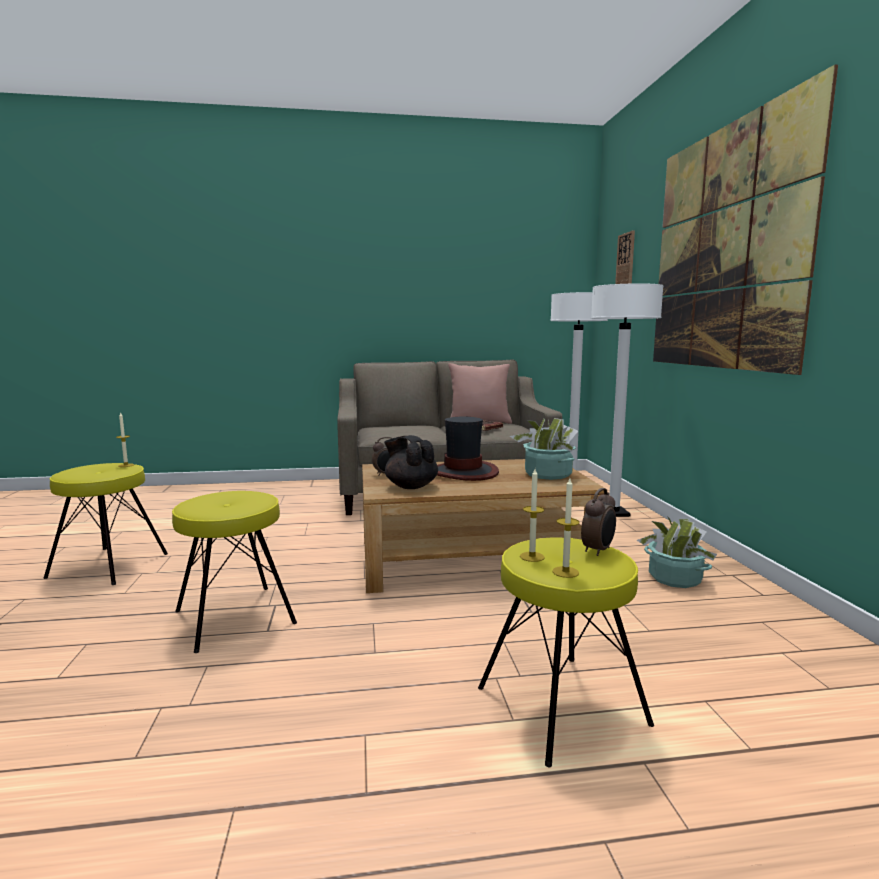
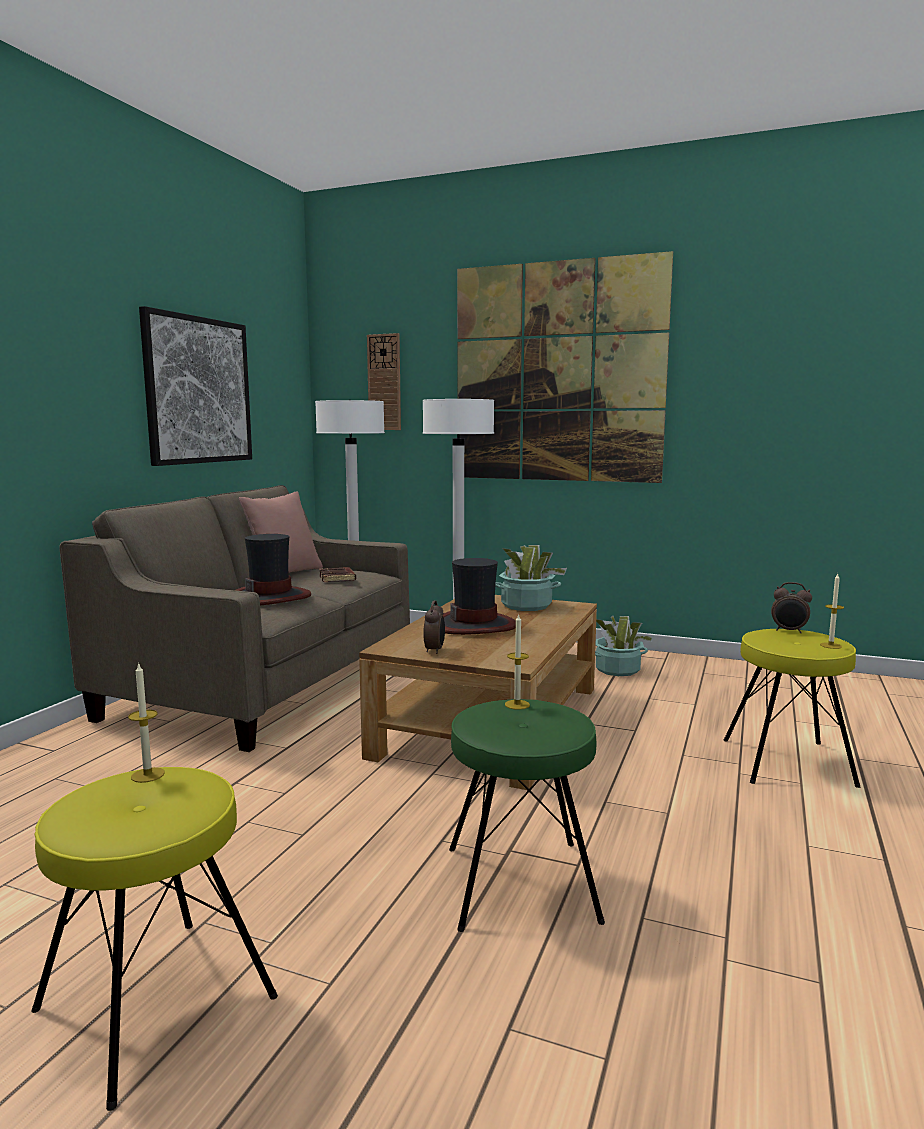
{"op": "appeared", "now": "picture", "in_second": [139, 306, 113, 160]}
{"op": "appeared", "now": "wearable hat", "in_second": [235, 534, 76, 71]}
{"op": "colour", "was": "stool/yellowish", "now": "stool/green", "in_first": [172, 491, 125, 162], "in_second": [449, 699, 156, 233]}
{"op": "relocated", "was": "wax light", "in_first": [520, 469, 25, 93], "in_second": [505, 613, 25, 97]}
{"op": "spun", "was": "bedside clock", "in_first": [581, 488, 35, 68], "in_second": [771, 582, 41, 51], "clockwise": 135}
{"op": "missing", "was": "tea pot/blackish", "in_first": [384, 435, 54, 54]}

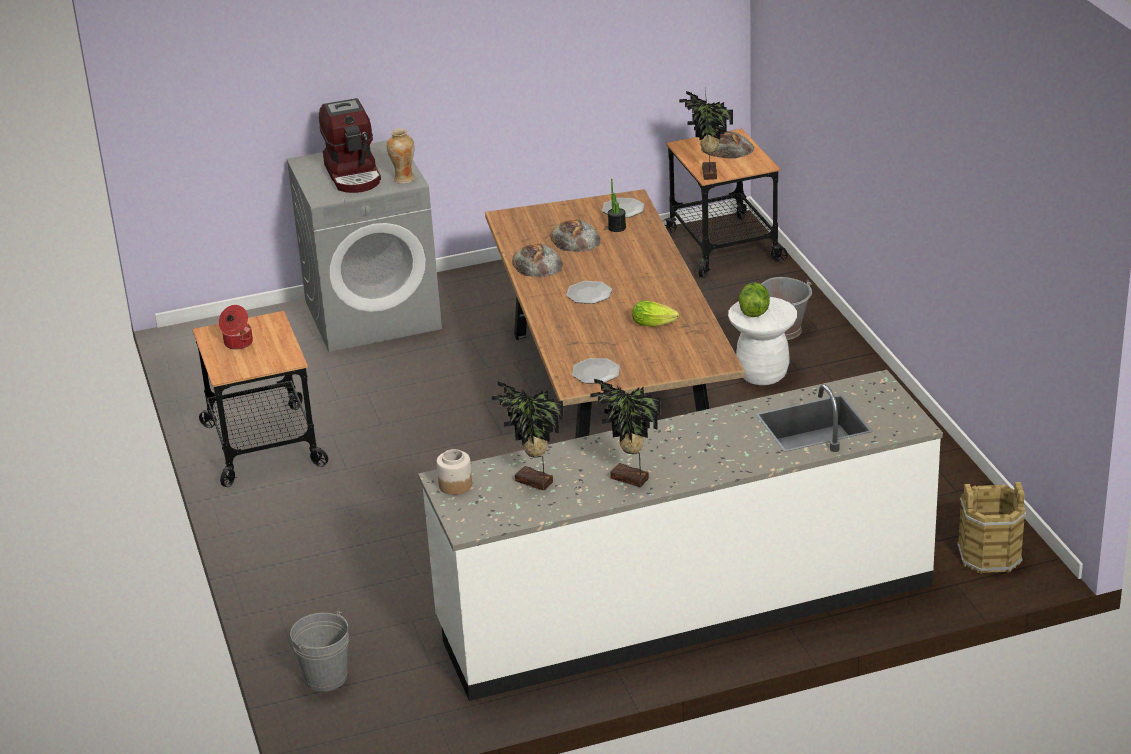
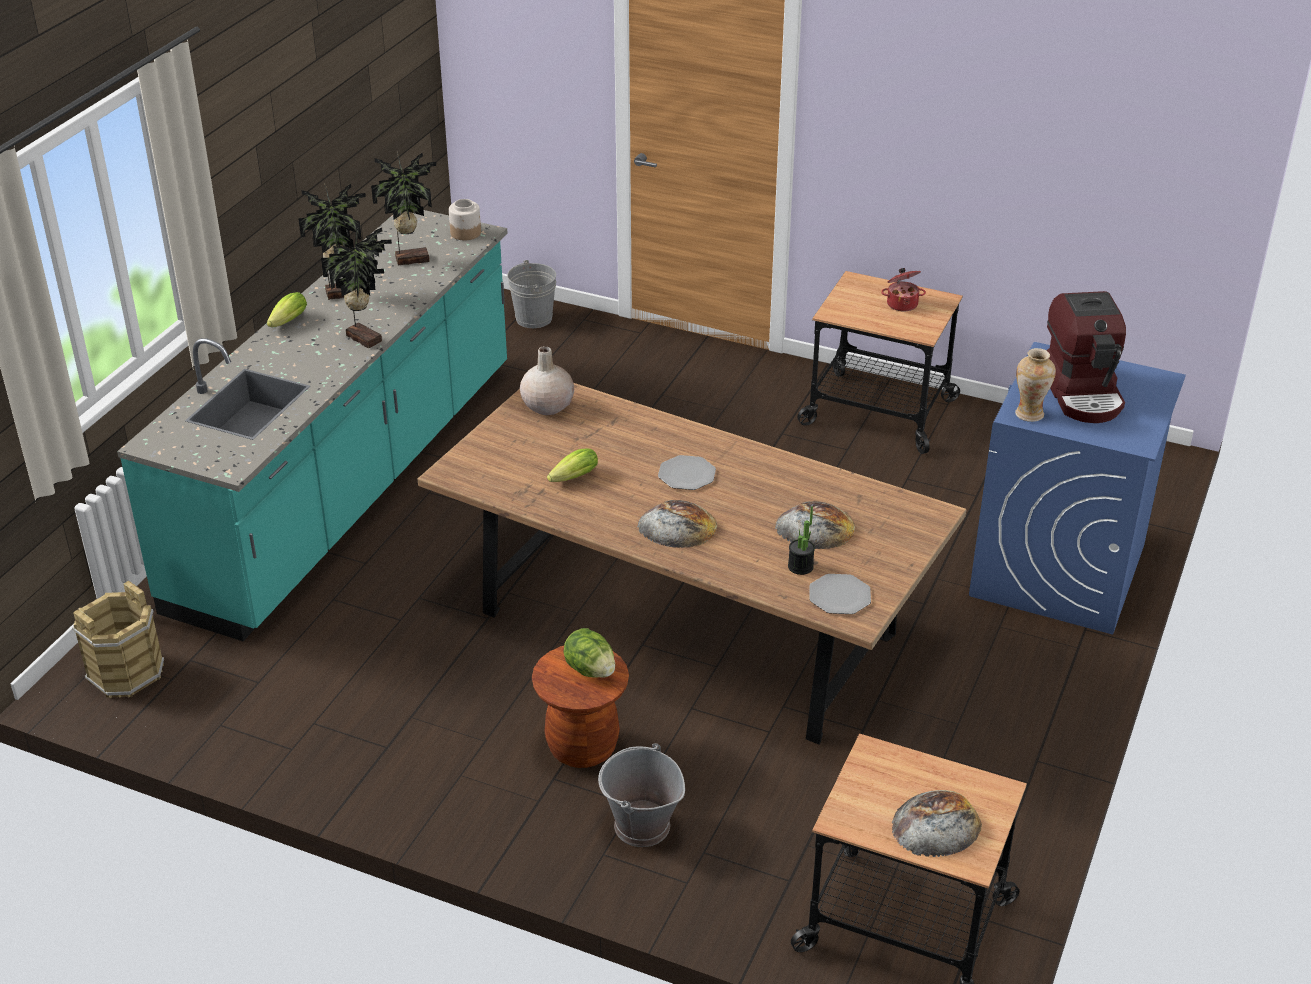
{"op": "colour", "was": "counter/whitish", "now": "counter/turquoise", "in_first": [418, 369, 525, 332], "in_second": [117, 210, 391, 431]}
{"op": "appeared", "now": "lettuce", "in_second": [267, 292, 40, 35]}
{"op": "relocated", "was": "plant in a pot", "in_first": [679, 90, 54, 90], "in_second": [321, 226, 71, 122]}
{"op": "exchanged", "was": "plate", "now": "flower vase/beige-coloured", "in_first": [572, 358, 48, 26], "in_second": [520, 346, 54, 69]}
{"op": "colour", "was": "stool/whitish", "now": "stool/brown-coloured", "in_first": [728, 297, 69, 88], "in_second": [532, 646, 97, 122]}
{"op": "relocated", "was": "bread", "in_first": [512, 244, 51, 34], "in_second": [637, 500, 80, 48]}
{"op": "colour", "was": "laundry appliance/grey", "now": "laundry appliance/blue", "in_first": [286, 140, 156, 212], "in_second": [969, 342, 217, 293]}
{"op": "spun", "was": "coffee maker", "in_first": [319, 98, 62, 95], "in_second": [1046, 291, 80, 132], "clockwise": -120}

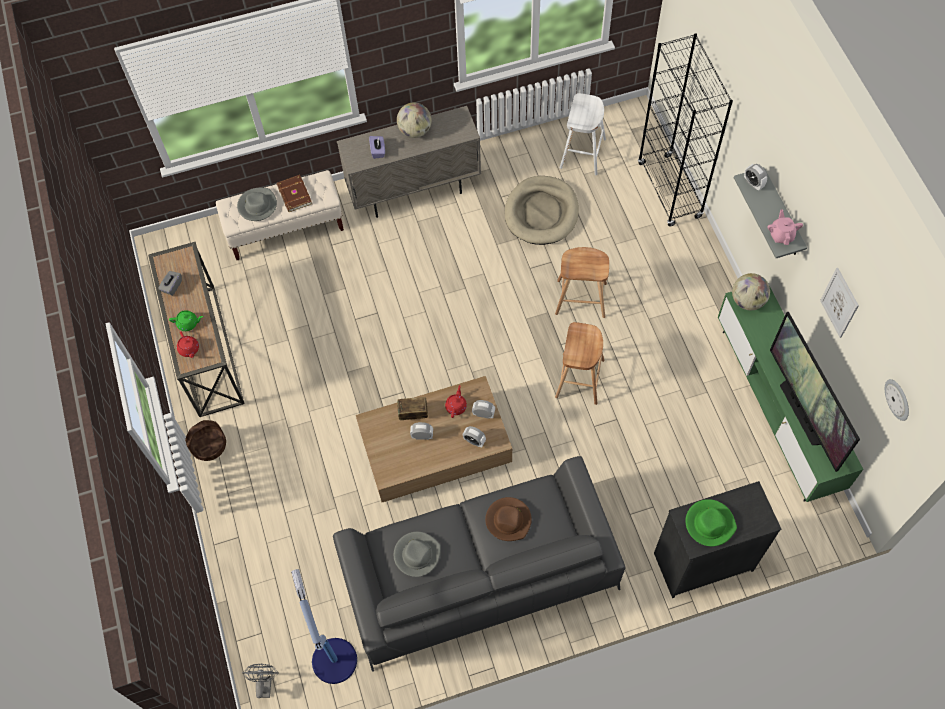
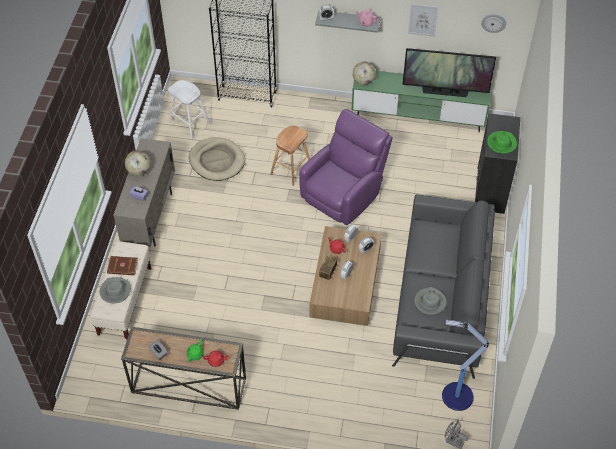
{"op": "exchanged", "was": "stool/brown-coloured", "now": "lounge chair/purple-coloured", "in_first": [555, 322, 49, 83], "in_second": [299, 109, 94, 116]}
{"op": "missing", "was": "basket", "in_first": [185, 420, 41, 41]}
{"op": "missing", "was": "wearable hat/brown-coloured", "in_first": [485, 497, 47, 44]}

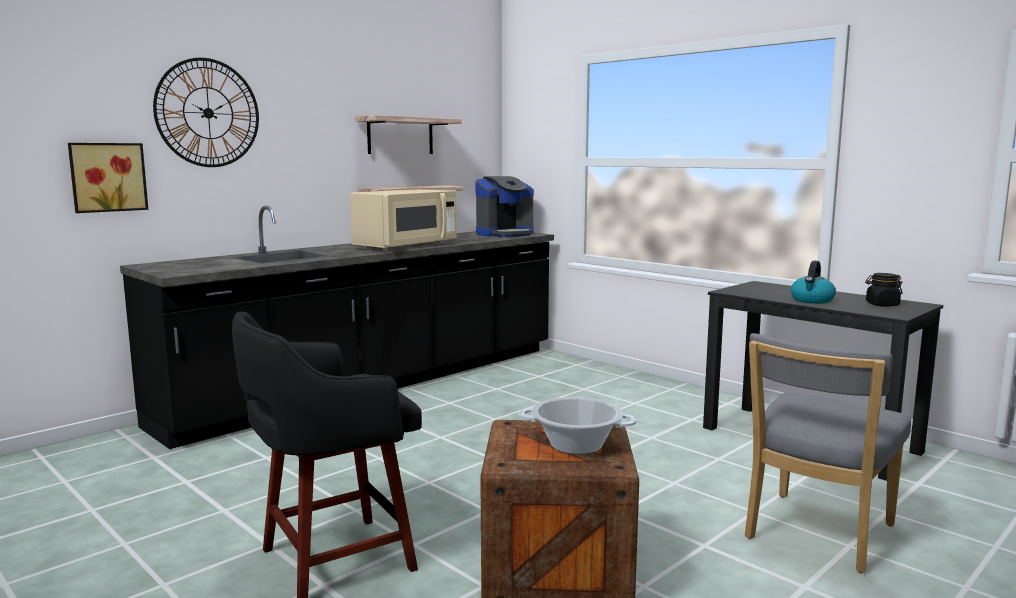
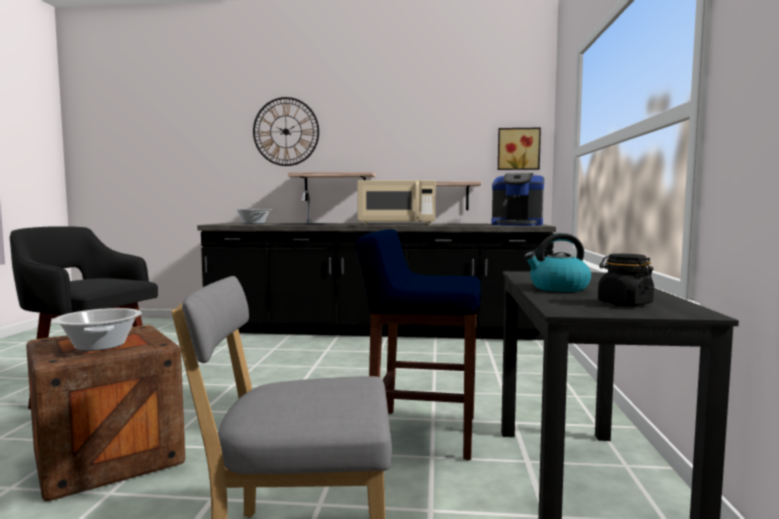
{"op": "appeared", "now": "saucepot", "in_second": [234, 209, 38, 15]}
{"op": "relocated", "was": "bracket shelf", "in_first": [355, 115, 107, 39], "in_second": [288, 172, 88, 29]}
{"op": "appeared", "now": "stool/blue", "in_second": [356, 229, 125, 231]}
{"op": "relocated", "was": "picture", "in_first": [68, 143, 80, 70], "in_second": [498, 128, 43, 42]}

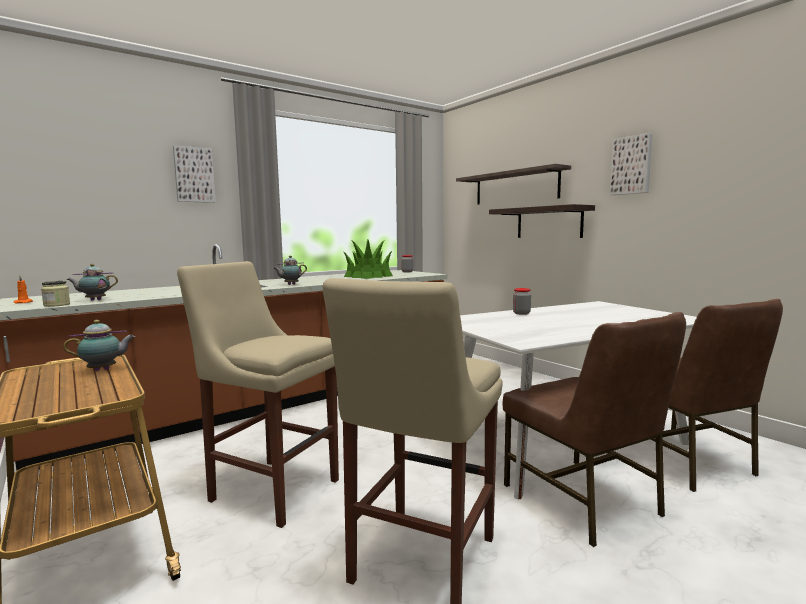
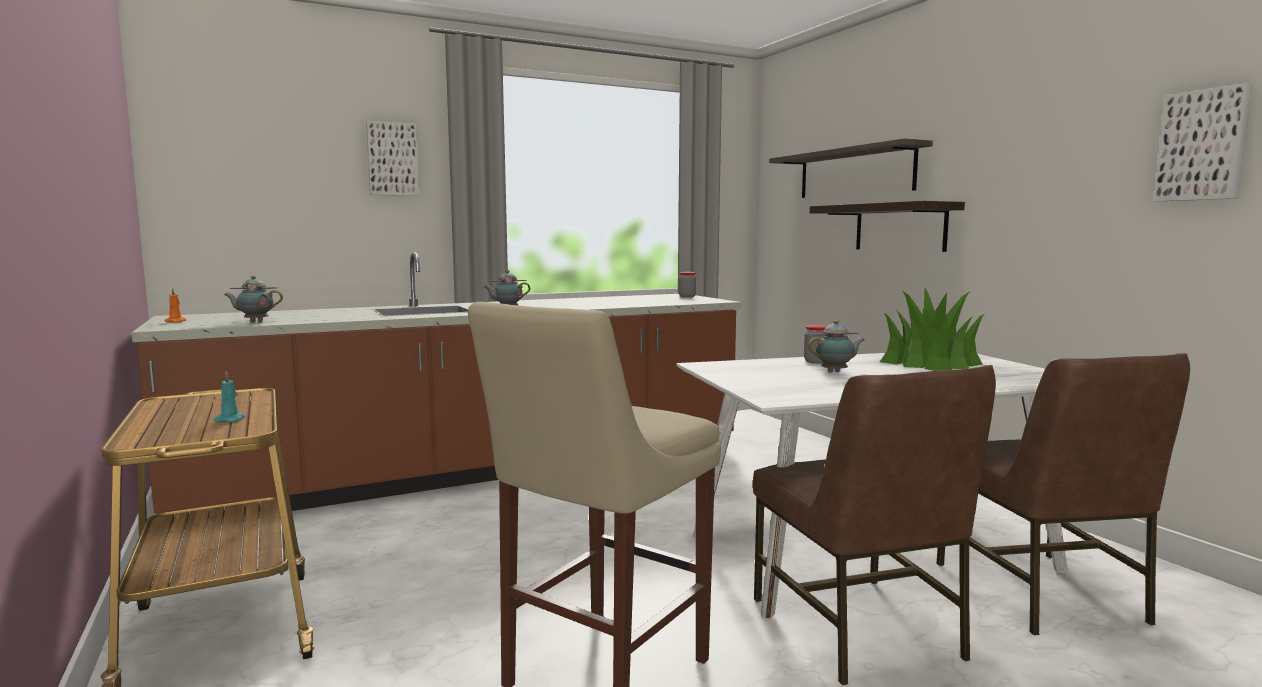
{"op": "appeared", "now": "wax light/turquoise", "in_second": [214, 371, 31, 52]}
{"op": "relocated", "was": "tea pot", "in_first": [63, 320, 72, 51], "in_second": [808, 320, 57, 53]}
{"op": "relocated", "was": "plant in a pot", "in_first": [344, 239, 49, 40], "in_second": [880, 287, 104, 84]}
{"op": "relocated", "was": "picture", "in_first": [610, 133, 42, 62], "in_second": [1154, 83, 99, 118]}
{"op": "missing", "was": "preserve jar", "in_first": [41, 281, 29, 26]}
{"op": "missing", "was": "stool/beige-coloured", "in_first": [177, 261, 162, 267]}

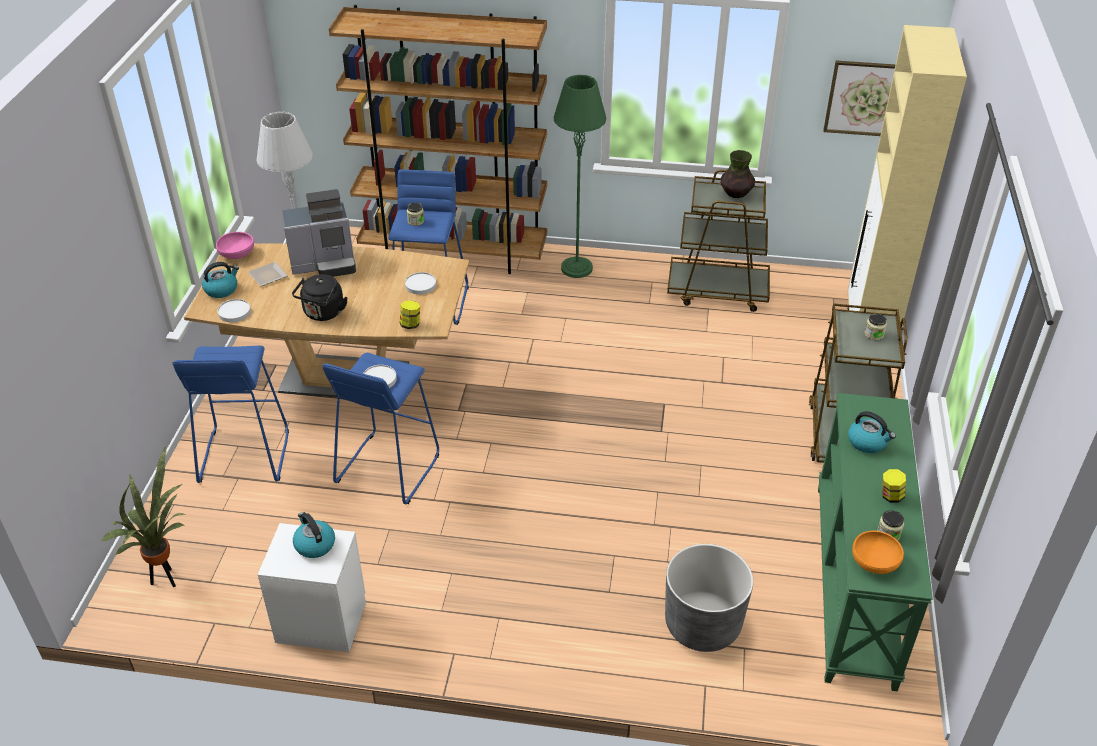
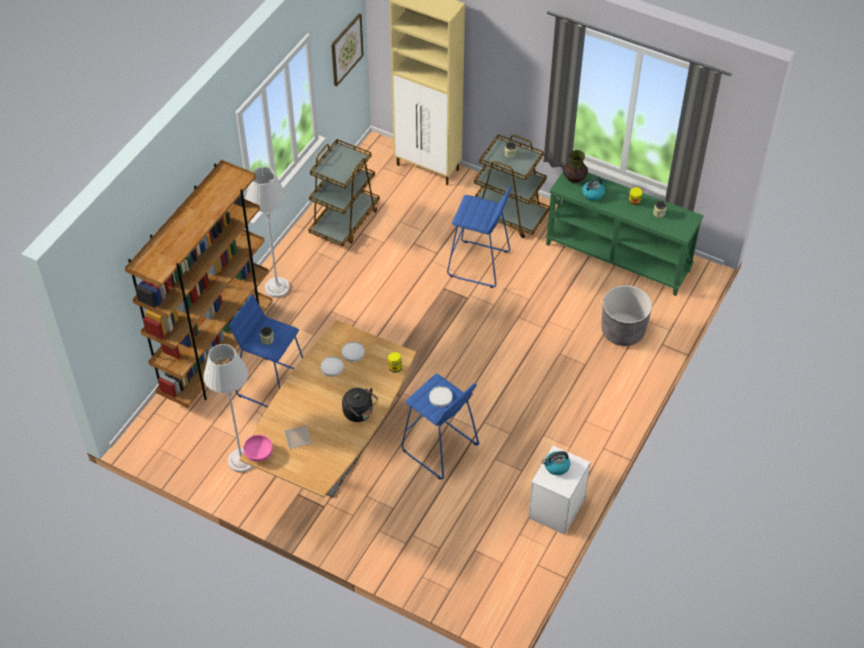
{"op": "colour", "was": "standard lamp/green", "now": "standard lamp/grey", "in_first": [553, 75, 53, 203], "in_second": [245, 167, 45, 131]}
{"op": "relocated", "was": "plate/whitish", "in_first": [217, 299, 34, 23], "in_second": [321, 356, 23, 21]}
{"op": "relocated", "was": "stool/blue", "in_first": [172, 345, 117, 138], "in_second": [447, 186, 64, 102]}
{"op": "relocated", "was": "flower vase", "in_first": [721, 150, 34, 48], "in_second": [563, 150, 25, 33]}
{"op": "missing", "was": "plant in a pot", "in_first": [101, 446, 84, 141]}
{"op": "missing", "was": "water kettle", "in_first": [202, 262, 37, 36]}
{"op": "missing", "was": "coffee maker", "in_first": [282, 189, 74, 88]}
{"op": "missing", "was": "deep dish/orange-coloured", "in_first": [852, 530, 52, 44]}

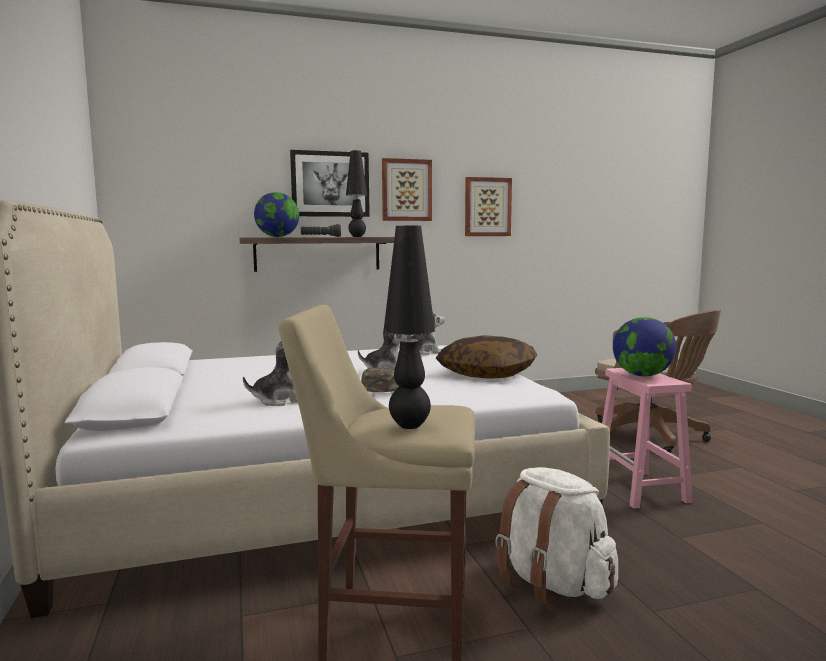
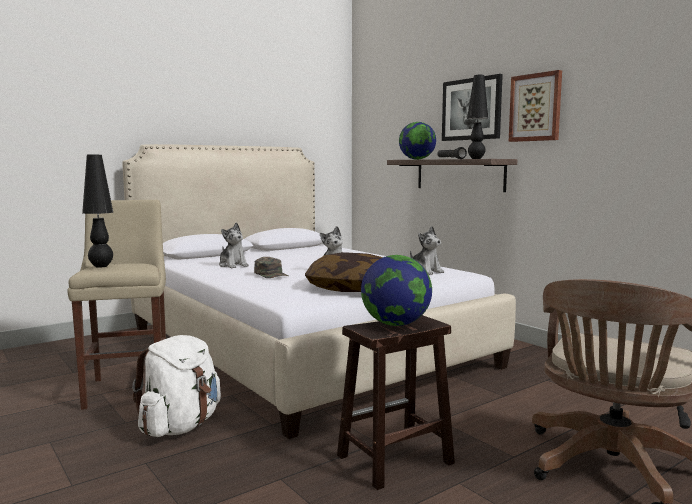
{"op": "colour", "was": "stool/pink-coloured", "now": "stool/brown-coloured", "in_first": [602, 368, 90, 141], "in_second": [337, 315, 118, 175]}
{"op": "missing", "was": "picture", "in_first": [465, 177, 47, 59]}

